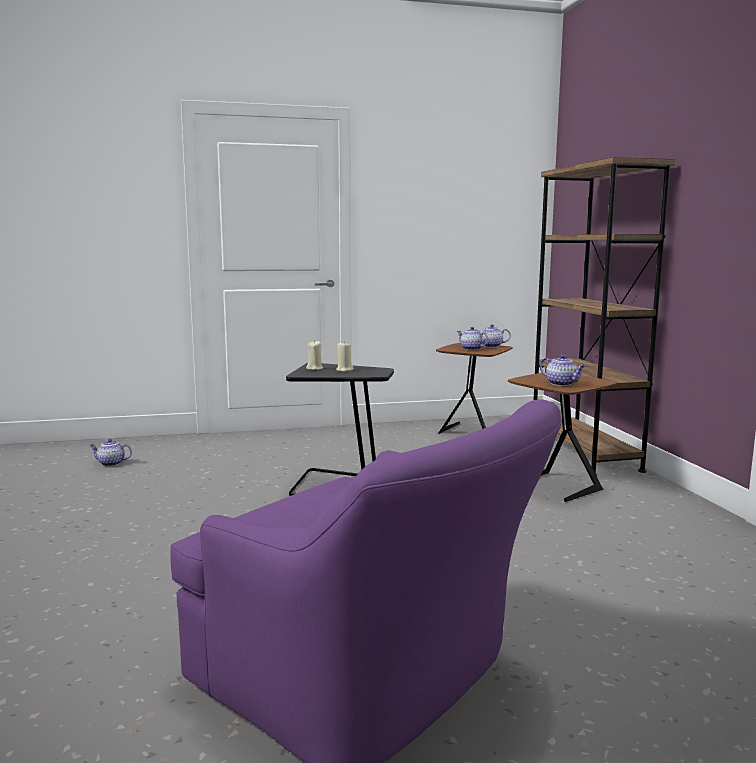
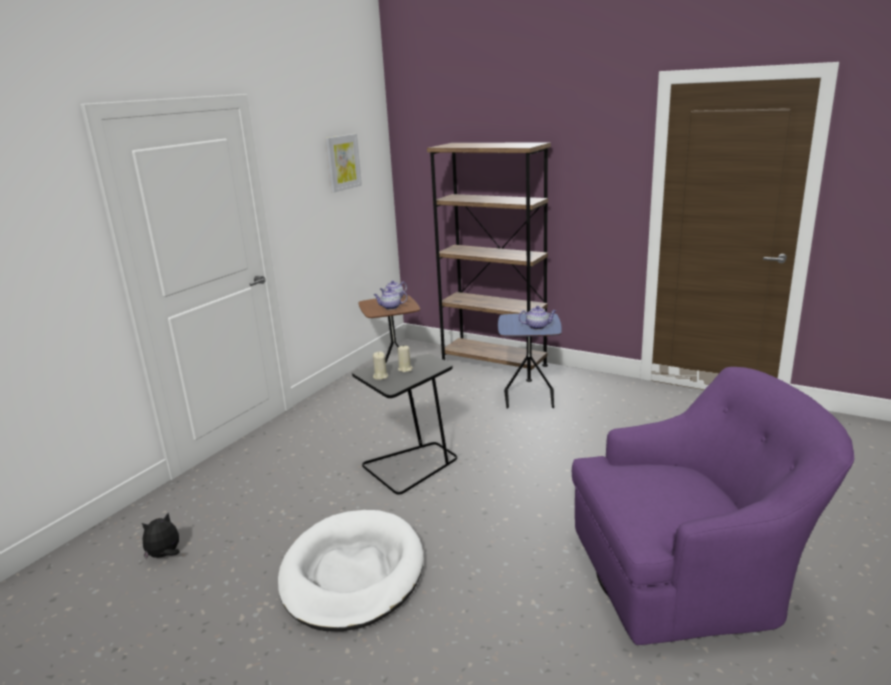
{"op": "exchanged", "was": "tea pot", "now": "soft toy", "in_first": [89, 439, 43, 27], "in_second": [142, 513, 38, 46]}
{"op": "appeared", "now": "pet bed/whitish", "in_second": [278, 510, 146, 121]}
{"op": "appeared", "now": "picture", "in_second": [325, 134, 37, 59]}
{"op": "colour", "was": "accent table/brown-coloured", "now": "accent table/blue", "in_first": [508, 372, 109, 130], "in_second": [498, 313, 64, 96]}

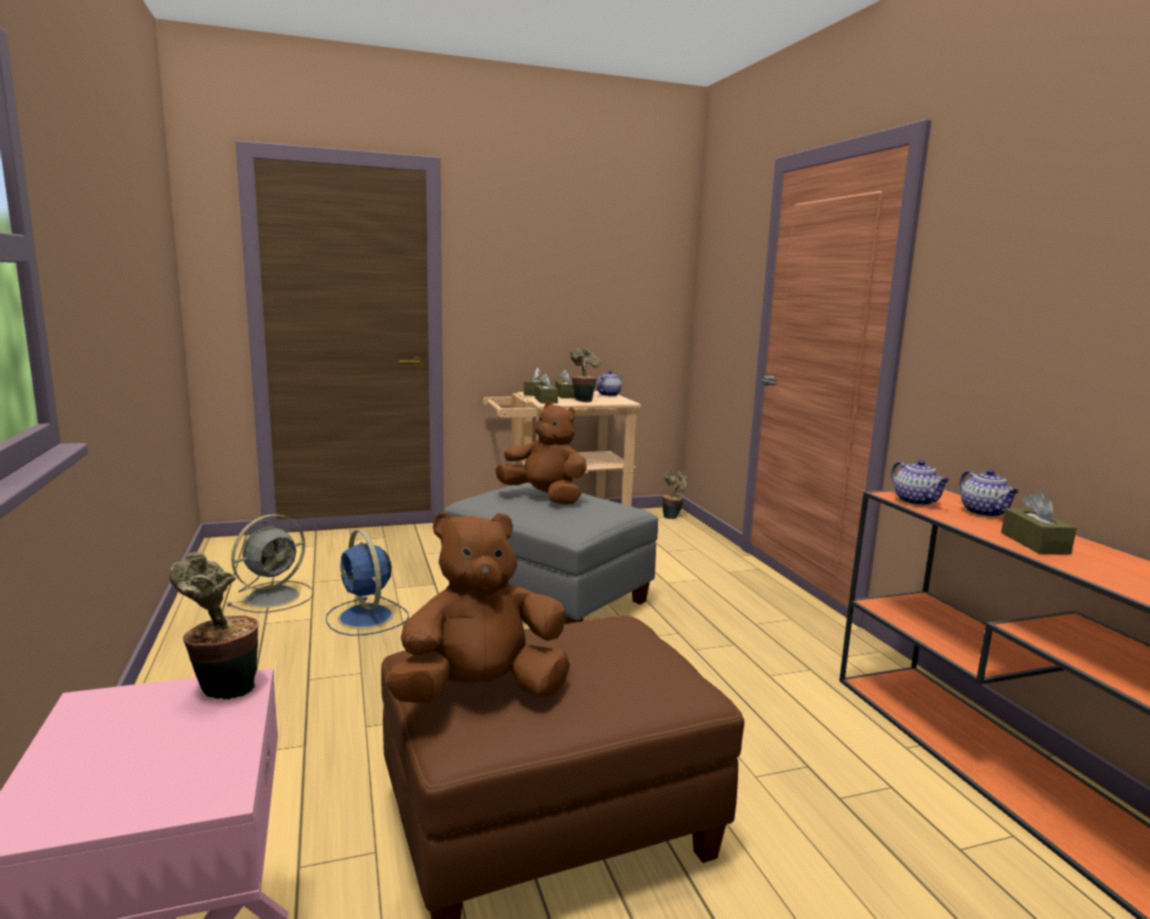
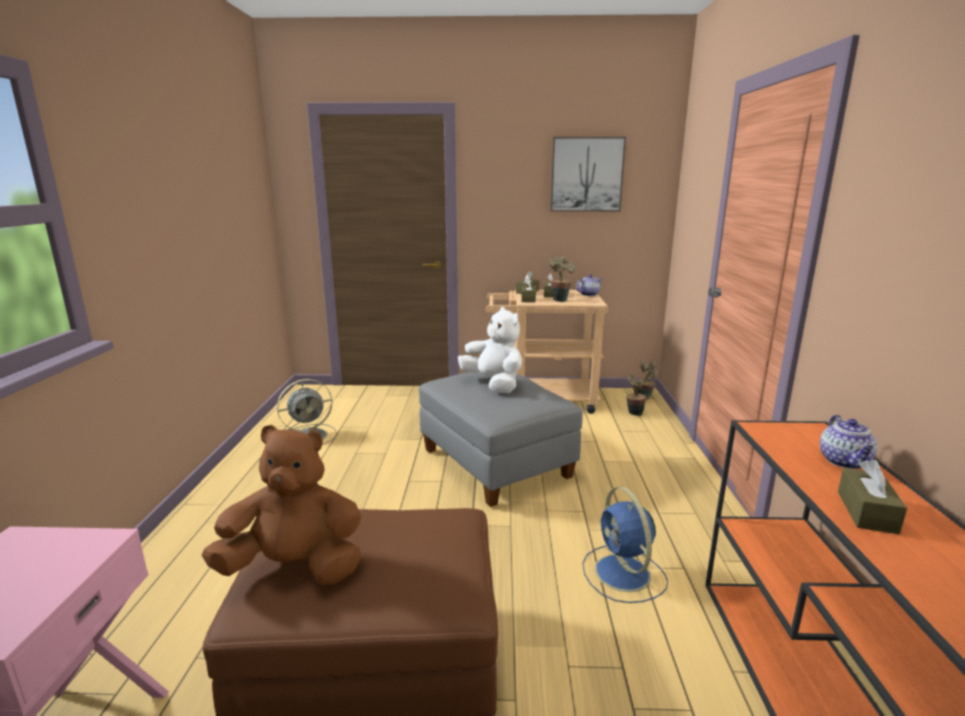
{"op": "colour", "was": "soft toy/brown-coloured", "now": "soft toy/whitish", "in_first": [495, 402, 92, 102], "in_second": [458, 307, 64, 86]}
{"op": "appeared", "now": "picture", "in_second": [550, 137, 76, 75]}
{"op": "relocated", "was": "fan/blue", "in_first": [326, 529, 83, 107], "in_second": [582, 487, 86, 116]}
{"op": "relocated", "was": "plant in a pot", "in_first": [169, 552, 90, 148], "in_second": [626, 374, 21, 42]}
{"op": "missing", "was": "tea pot", "in_first": [891, 460, 59, 45]}

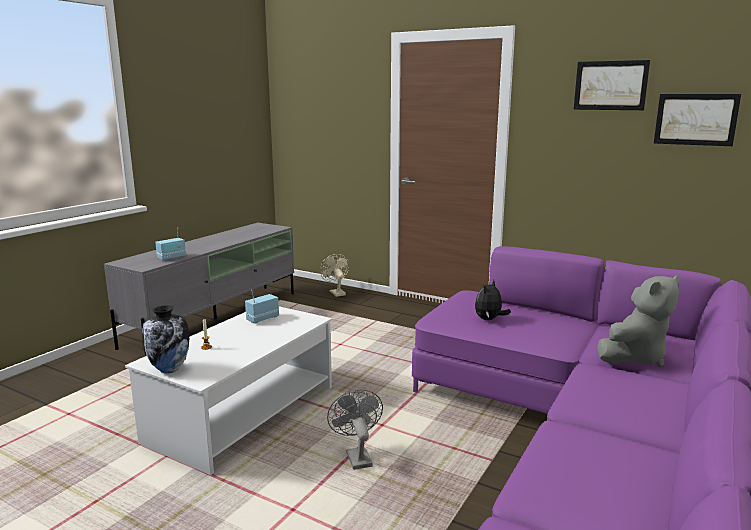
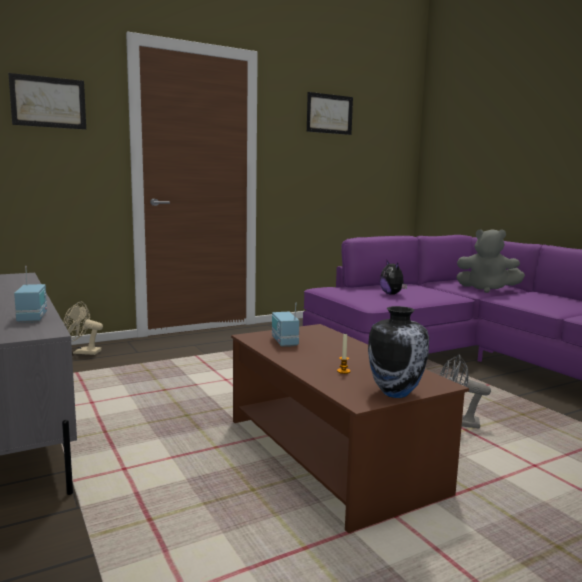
{"op": "relocated", "was": "picture", "in_first": [654, 94, 87, 52], "in_second": [8, 73, 78, 56]}
{"op": "colour", "was": "low table/whitish", "now": "low table/brown-coloured", "in_first": [125, 306, 207, 169], "in_second": [231, 324, 238, 209]}
{"op": "spun", "was": "soft toy/grey", "in_first": [597, 275, 83, 92], "in_second": [456, 229, 69, 64], "clockwise": 120}

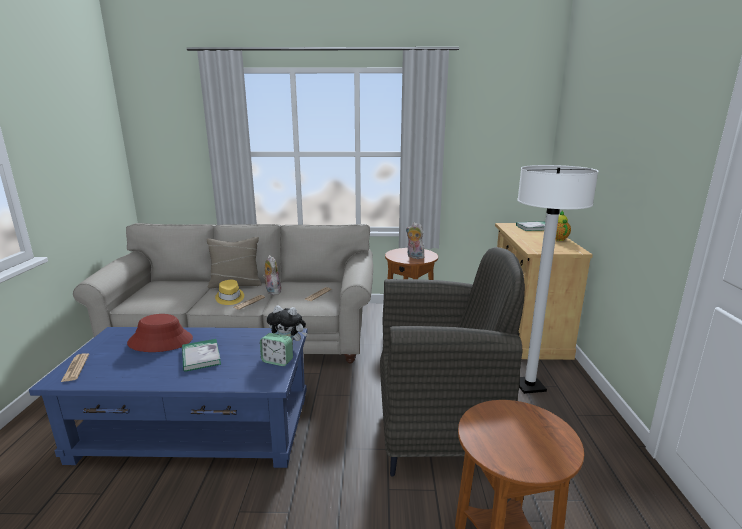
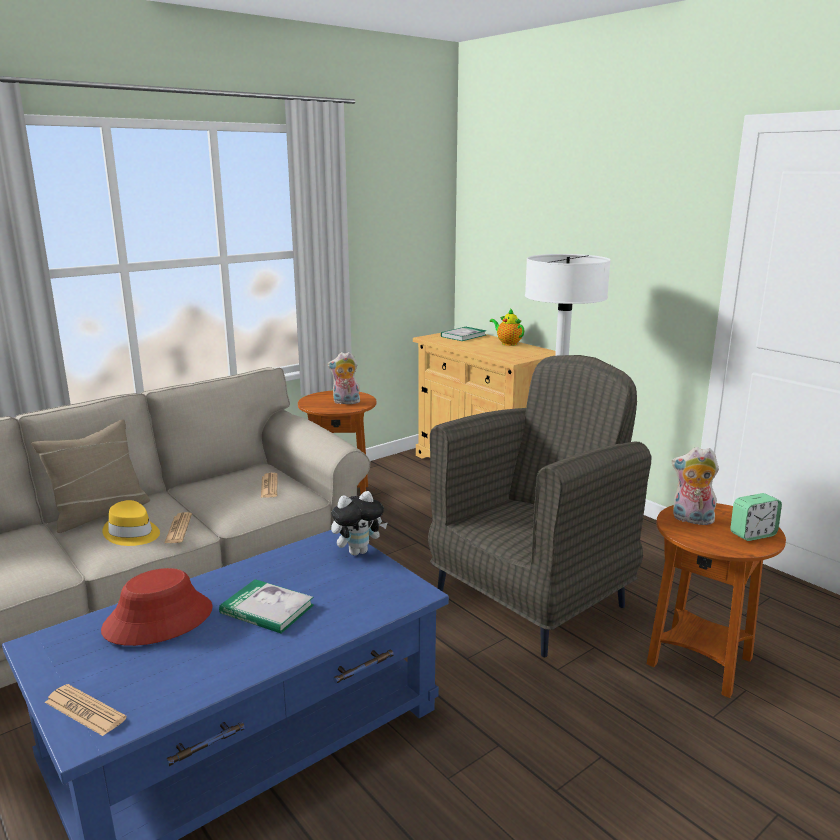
{"op": "relocated", "was": "soft toy", "in_first": [263, 255, 18, 40], "in_second": [672, 447, 47, 78]}
{"op": "relocated", "was": "bedside clock", "in_first": [260, 333, 33, 33], "in_second": [730, 493, 52, 48]}

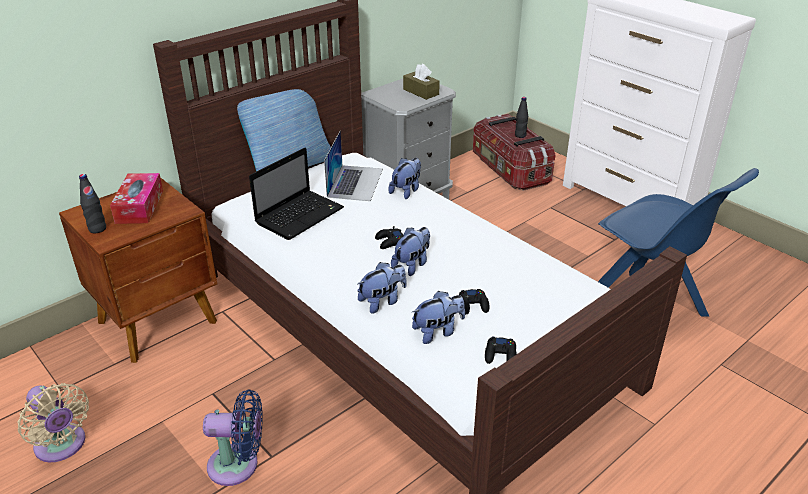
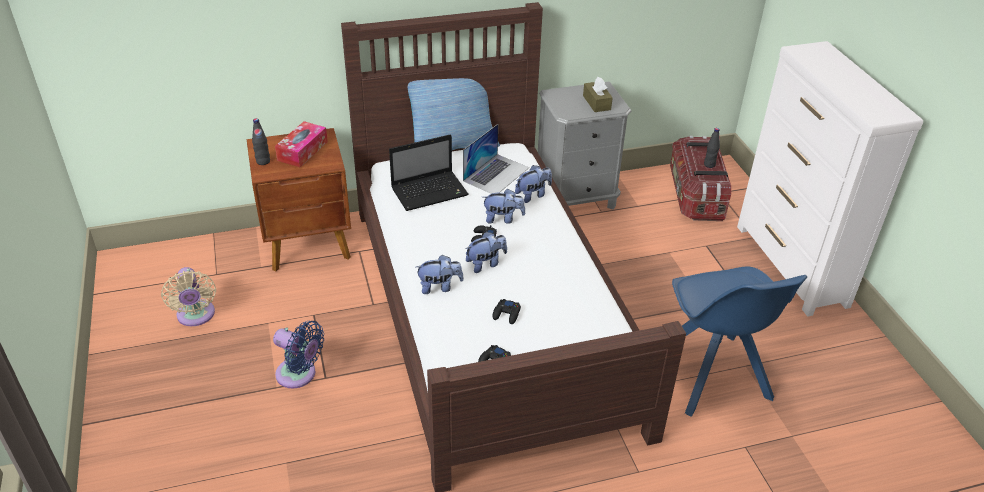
{"op": "relocated", "was": "soft toy", "in_first": [412, 291, 53, 53], "in_second": [483, 189, 42, 35]}

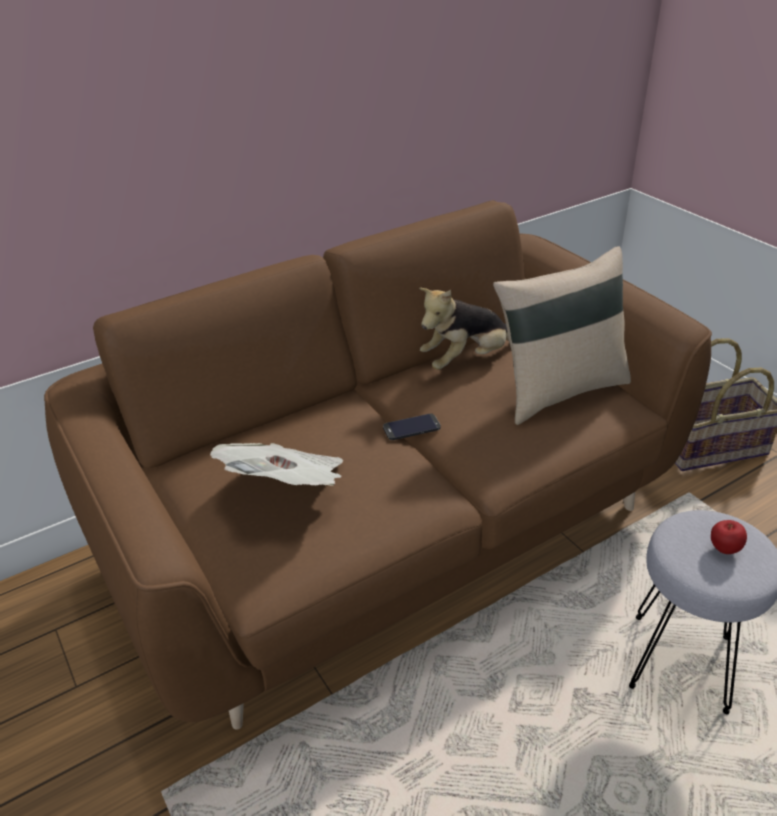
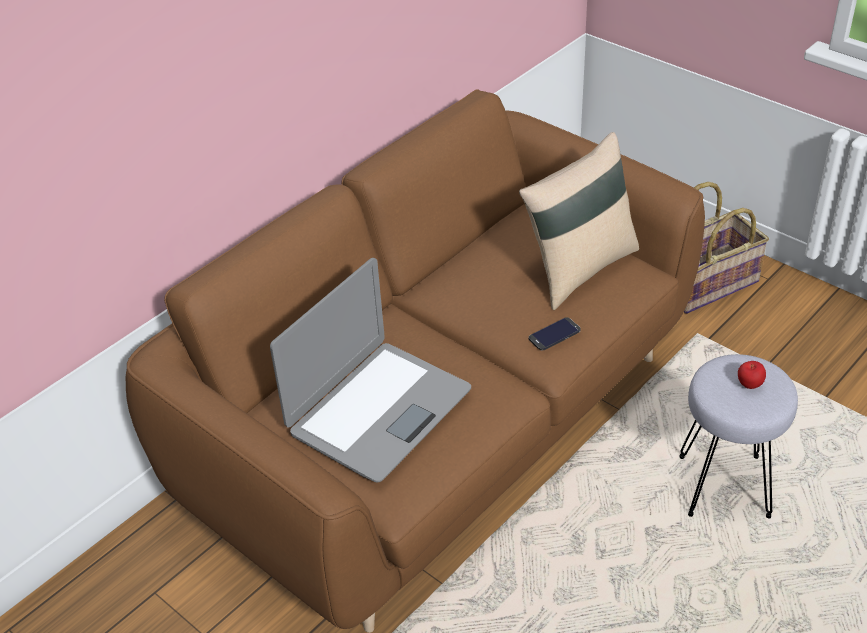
{"op": "exchanged", "was": "daily paper", "now": "notebook computer", "in_first": [210, 443, 133, 43], "in_second": [270, 258, 201, 224]}
{"op": "relocated", "was": "phone", "in_first": [383, 414, 58, 26], "in_second": [529, 317, 52, 34]}
{"op": "missing", "was": "soft toy", "in_first": [419, 288, 90, 82]}

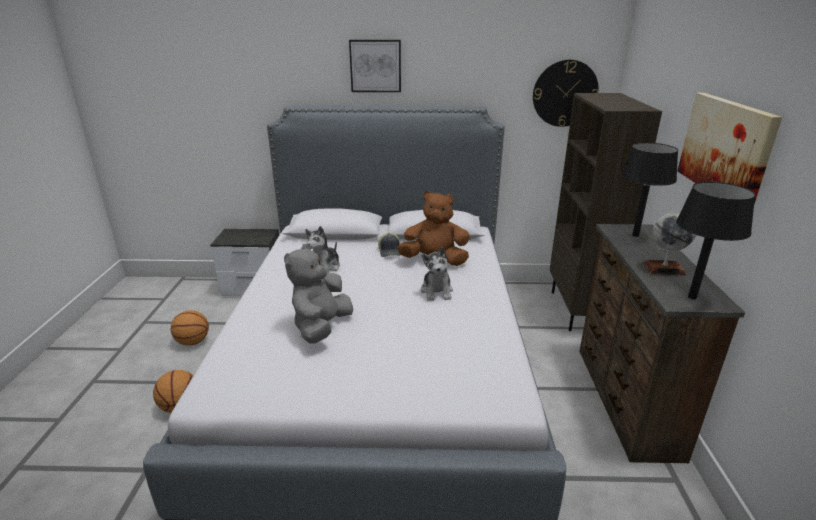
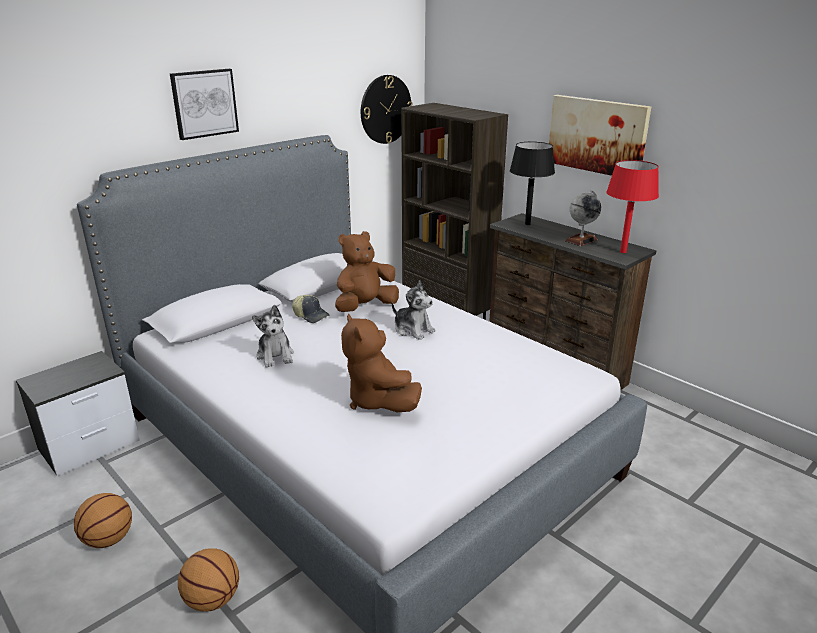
{"op": "colour", "was": "soft toy/grey", "now": "soft toy/brown-coloured", "in_first": [284, 244, 69, 100], "in_second": [341, 314, 81, 98]}
{"op": "colour", "was": "table lamp/blackish", "now": "table lamp/red-coloured", "in_first": [676, 182, 80, 117], "in_second": [606, 160, 53, 93]}

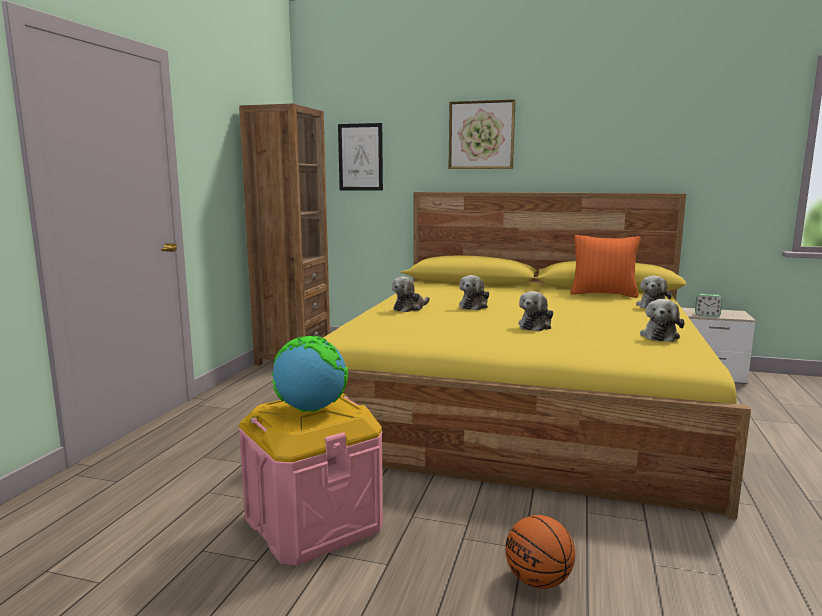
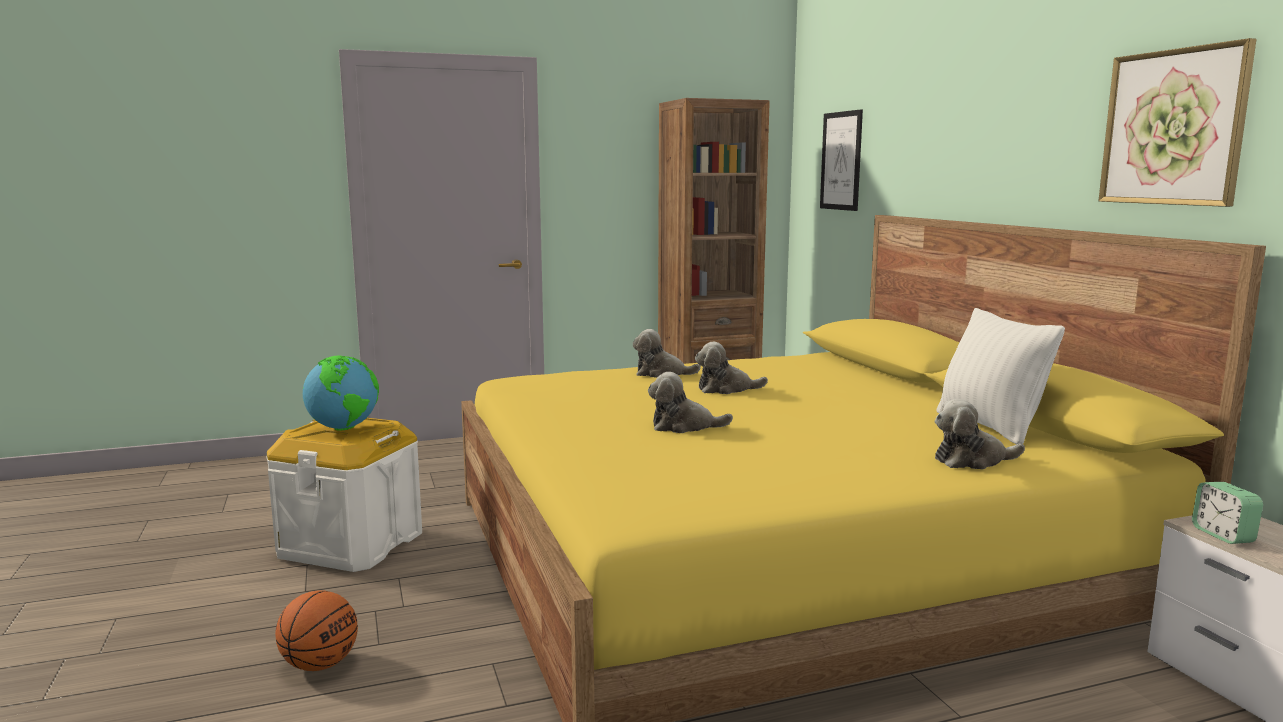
{"op": "colour", "was": "storage box/pink-coloured", "now": "storage box/whitish", "in_first": [239, 394, 144, 172], "in_second": [266, 418, 156, 154]}
{"op": "colour", "was": "throw pillow/orange-coloured", "now": "throw pillow/whitish", "in_first": [571, 235, 70, 63], "in_second": [936, 308, 129, 136]}
{"op": "relocated", "was": "picture", "in_first": [449, 99, 67, 70], "in_second": [1098, 38, 159, 169]}
{"op": "missing", "was": "soft toy", "in_first": [640, 299, 45, 43]}

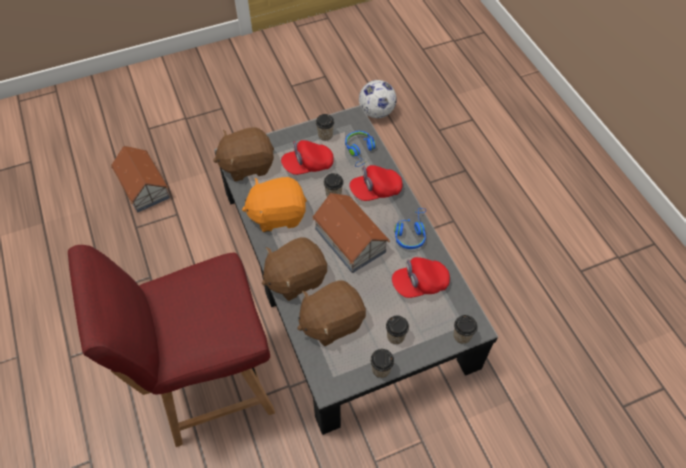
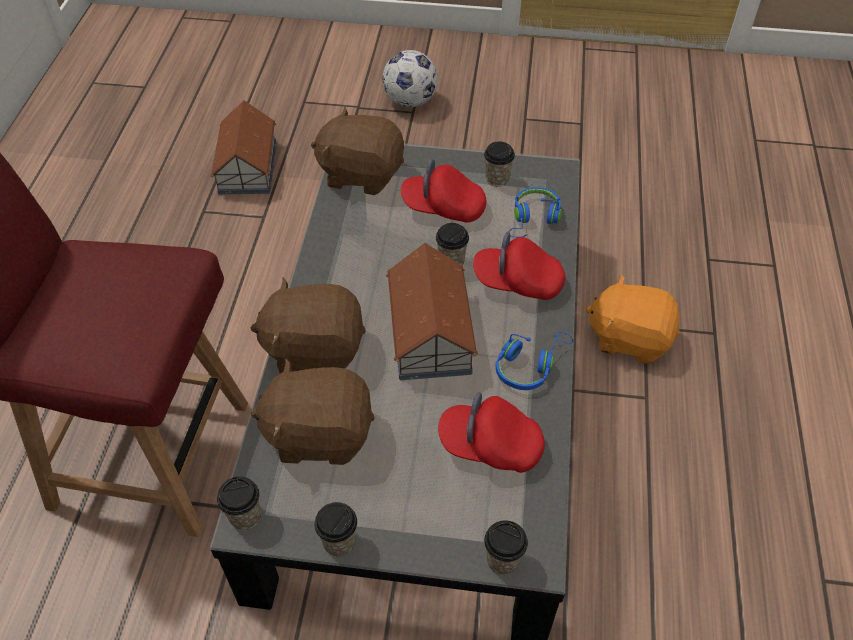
{"op": "relocated", "was": "small cup", "in_first": [386, 316, 23, 29], "in_second": [217, 477, 44, 53]}
{"op": "relocated", "was": "ball for football", "in_first": [359, 80, 38, 38], "in_second": [382, 50, 56, 57]}
{"op": "relocated", "was": "soft toy/orange-coloured", "in_first": [242, 177, 65, 55], "in_second": [585, 274, 95, 90]}

